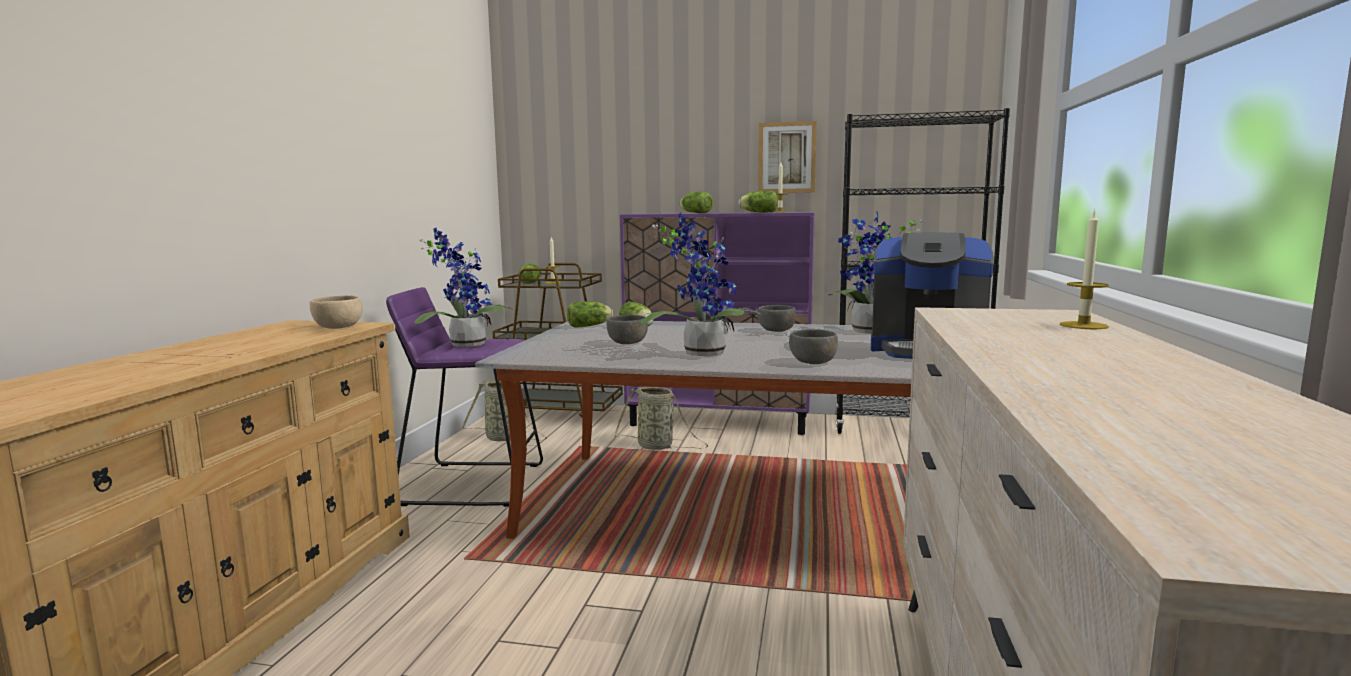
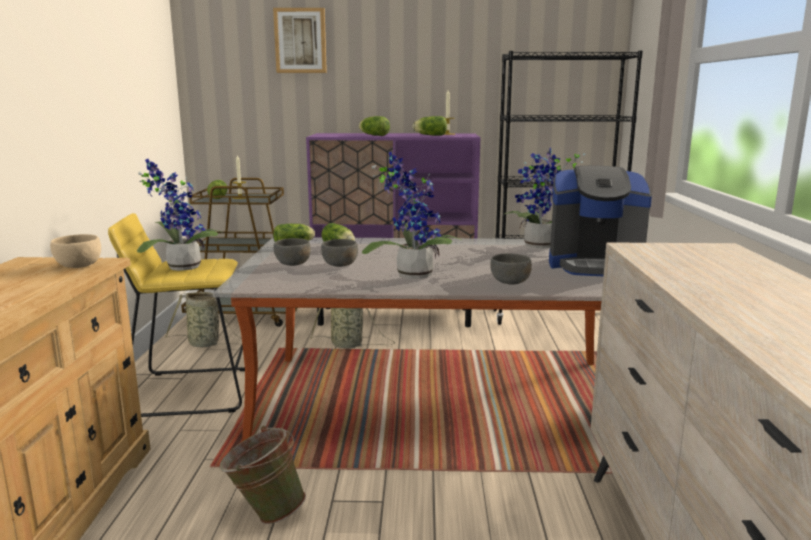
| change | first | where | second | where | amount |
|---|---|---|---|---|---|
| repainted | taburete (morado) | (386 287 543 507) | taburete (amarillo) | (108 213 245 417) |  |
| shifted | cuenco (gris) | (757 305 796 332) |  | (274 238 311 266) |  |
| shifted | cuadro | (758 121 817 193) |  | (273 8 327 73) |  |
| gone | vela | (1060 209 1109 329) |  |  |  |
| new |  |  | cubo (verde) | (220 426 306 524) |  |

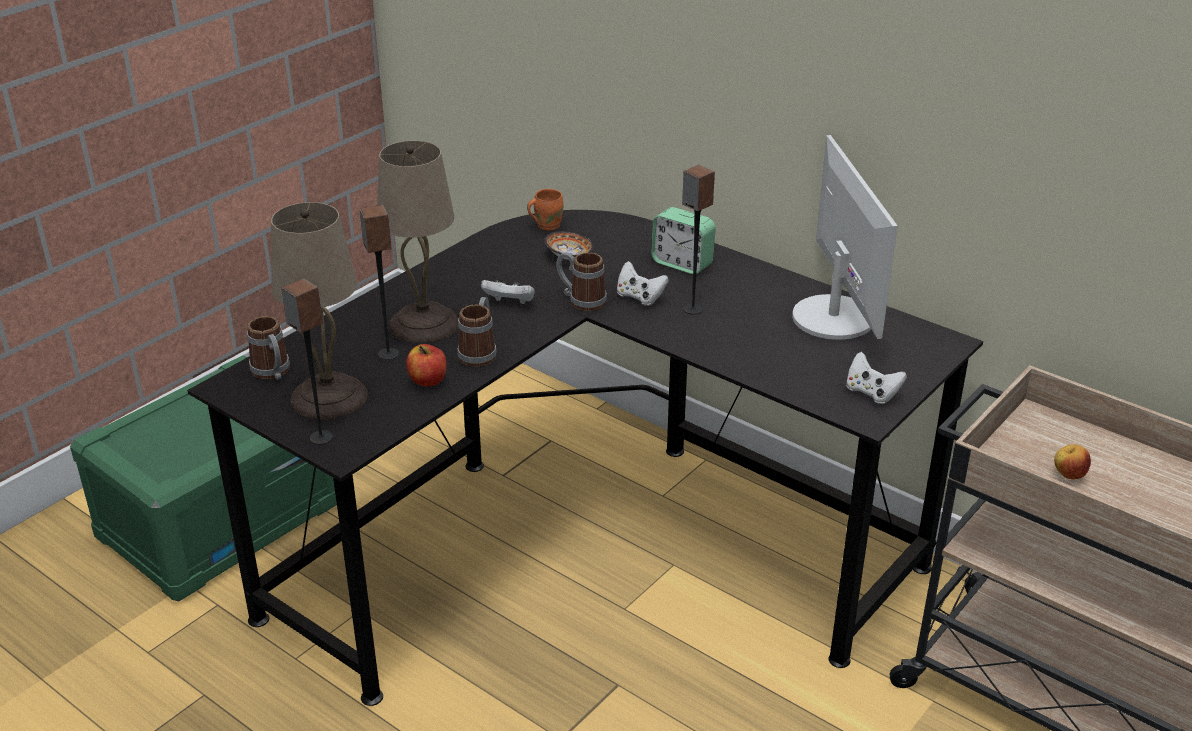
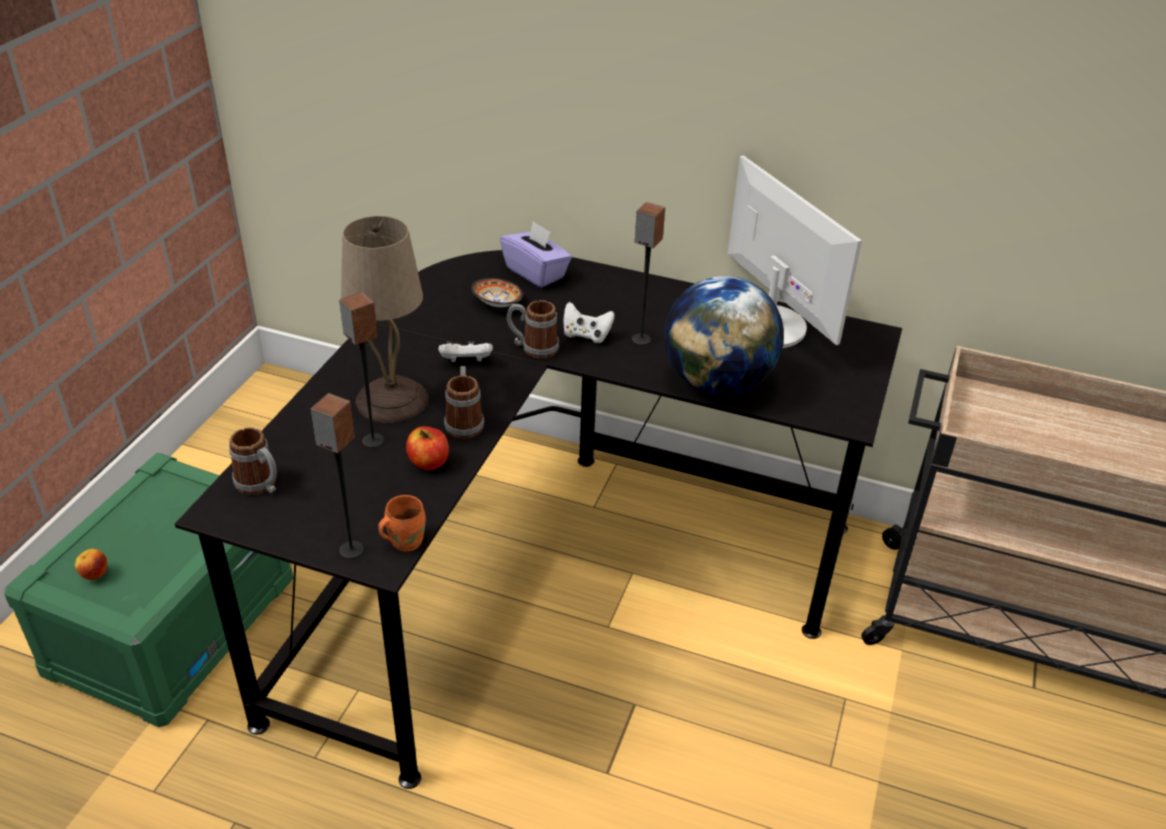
| change | first | where | second | where | amount |
|---|---|---|---|---|---|
| gone | lámpara de mesa (beis) | (271 202 368 420) |  |  |  |
| shifted | taza grande (naranja) | (527 189 564 231) |  | (378 495 426 551) |  |
| gone | despertador | (651 207 716 274) |  |  |  |
| gone | mando de consola (blanco) | (846 352 907 404) |  |  |  |
| shifted | manzana | (1054 445 1091 480) |  | (75 549 107 580) |  |
| new |  |  | caja de pañuelos (morado) | (500 221 572 288) |  |
| new |  |  | globo terráqueo | (664 276 784 395) |  |

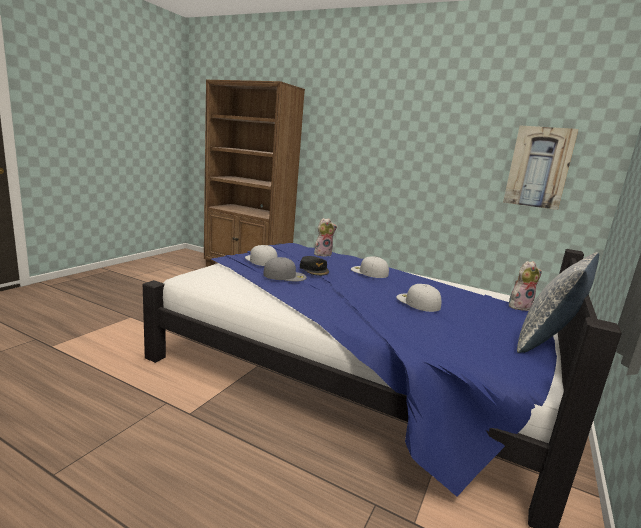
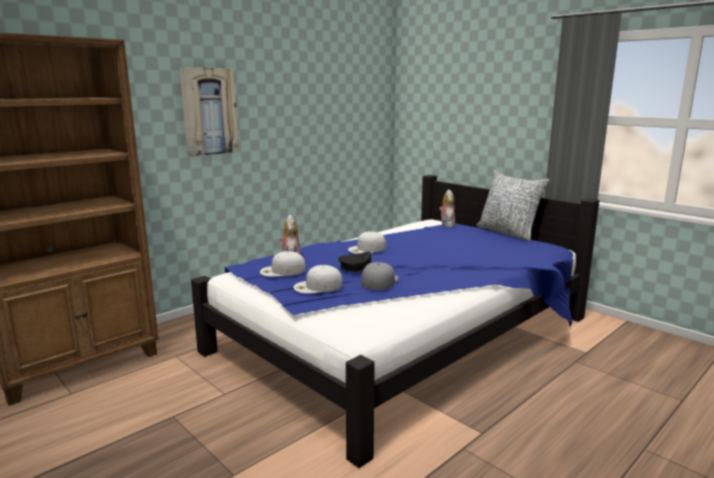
| change | first | where | second | where | amount |
|---|---|---|---|---|---|
| shifted | gorra (blanco) | (396 284 441 312) |  | (260 251 306 277) |  |
| shifted | cuadro | (503 125 579 210) |  | (180 67 239 157) |  |

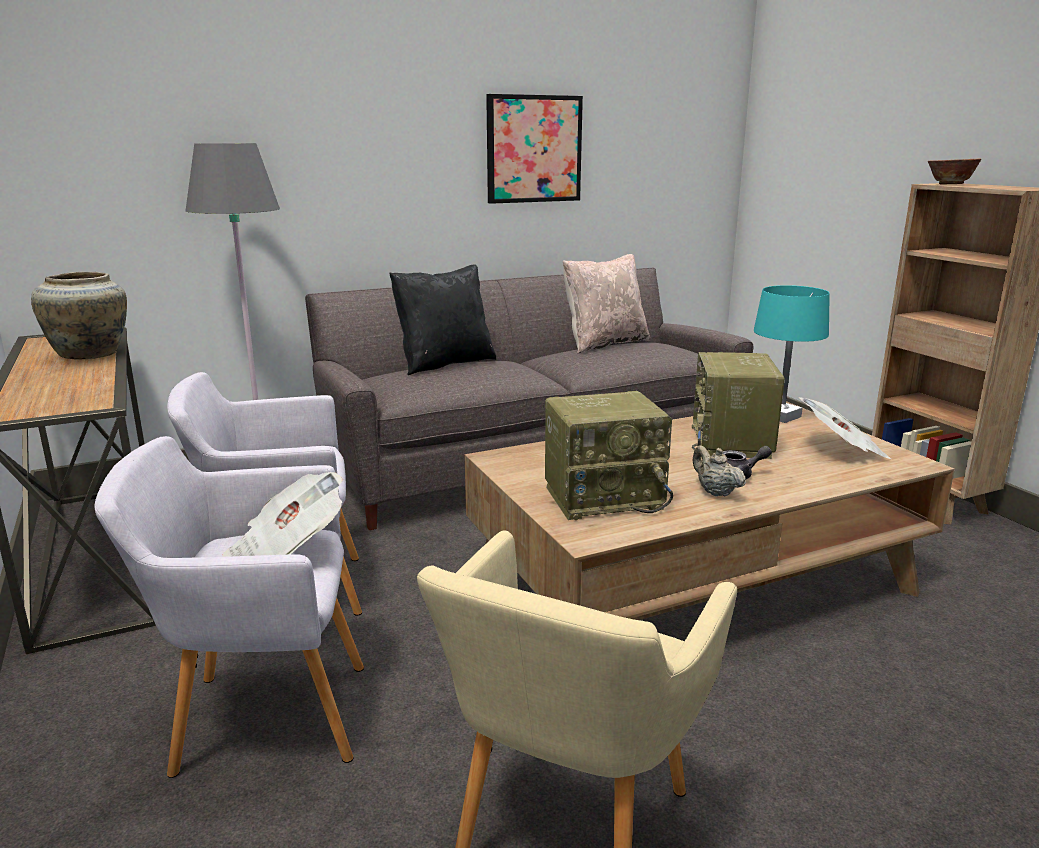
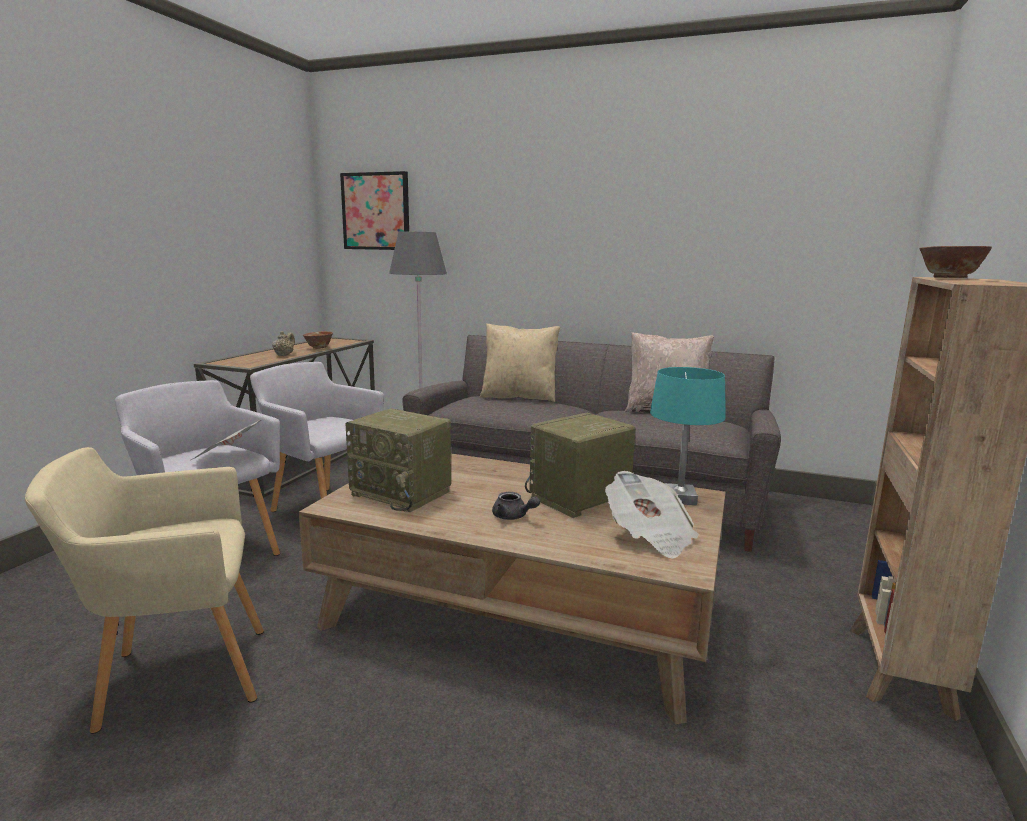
| change | first | where | second | where | amount |
|---|---|---|---|---|---|
| swapped | florero (beis) | (31 272 127 360) | cuenco | (303 331 333 349) |  |
| repainted | cojín (negro) | (390 264 496 375) | cojín (beis) | (479 323 560 402) |  |
| shifted | cuadro | (486 94 583 204) |  | (340 171 409 250) |  |
| shifted | tetera (beis) | (693 445 746 496) |  | (272 331 295 356) |  |

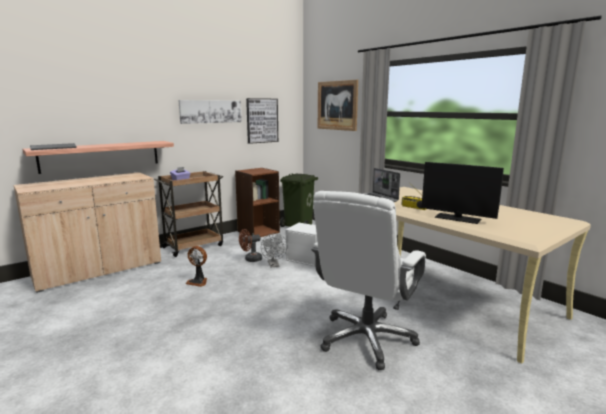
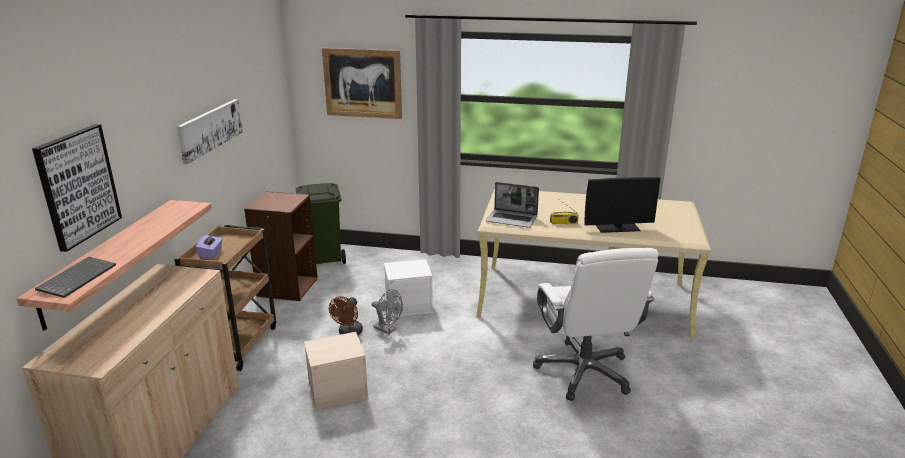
| change | first | where | second | where | amount |
|---|---|---|---|---|---|
| swapped | ventilador | (186 246 207 287) | caja de almacenaje (beis) | (304 332 368 411) |  |
| shifted | cuadro | (246 98 278 144) |  | (32 124 122 252) |  |

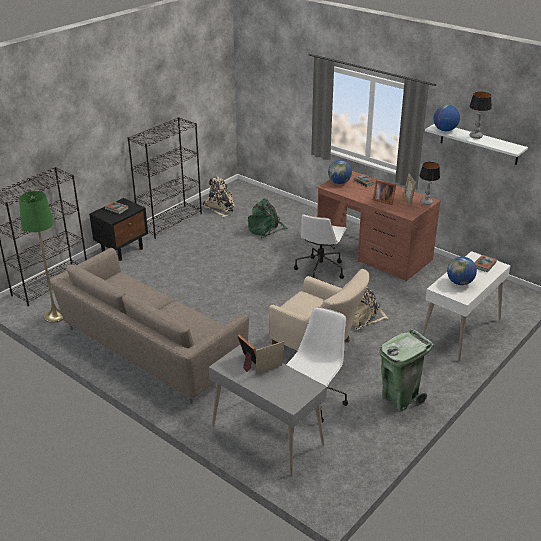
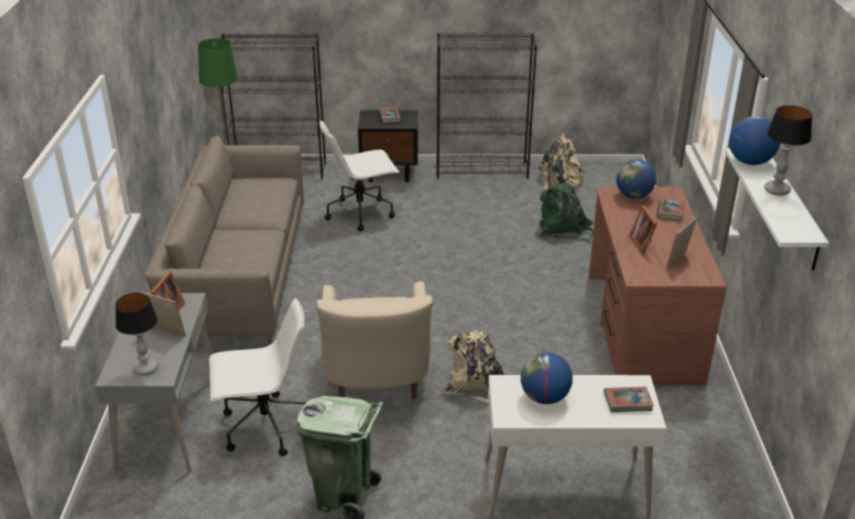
| change | first | where | second | where | amount |
|---|---|---|---|---|---|
| shifted | silla de oficina (blanco) | (294 214 347 279) |  | (319 120 399 231) |  |
| shifted | lámpara de mesa | (419 162 440 205) |  | (115 293 158 375) |  |

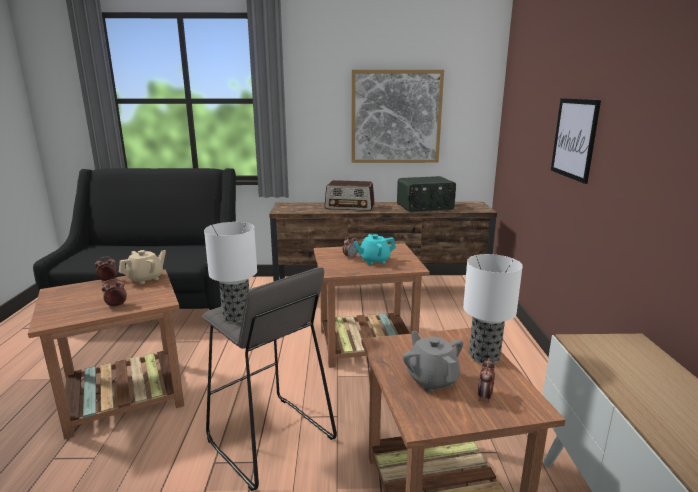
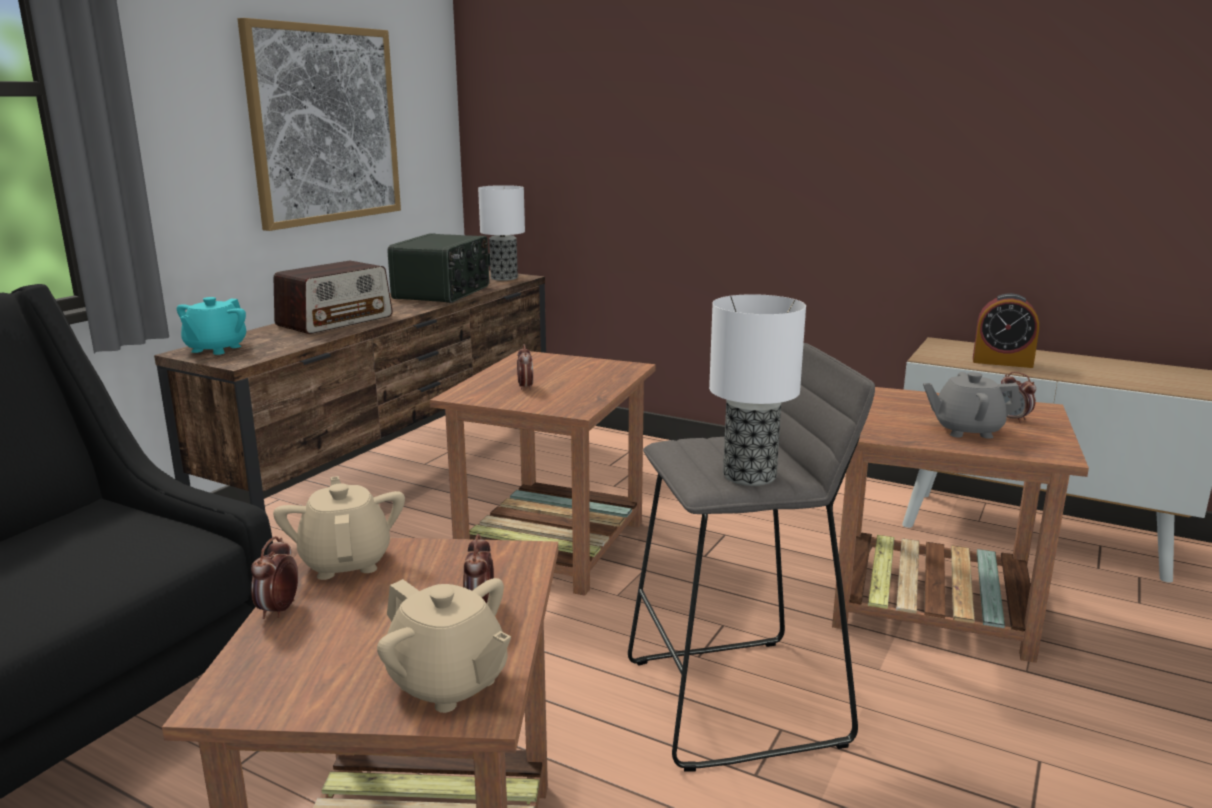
| change | first | where | second | where | amount |
|---|---|---|---|---|---|
| shifted | tetera (turquesa) | (354 234 396 265) |  | (177 297 246 355) |  |
| shifted | lámpara de mesa | (463 254 523 364) |  | (478 185 525 281) |  |
| gone | cuadro | (551 98 601 184) |  |  |  |
| new |  |  | tetera (beis) | (377 578 511 713) |  |
| new |  |  | despertador | (973 293 1039 368) |  |

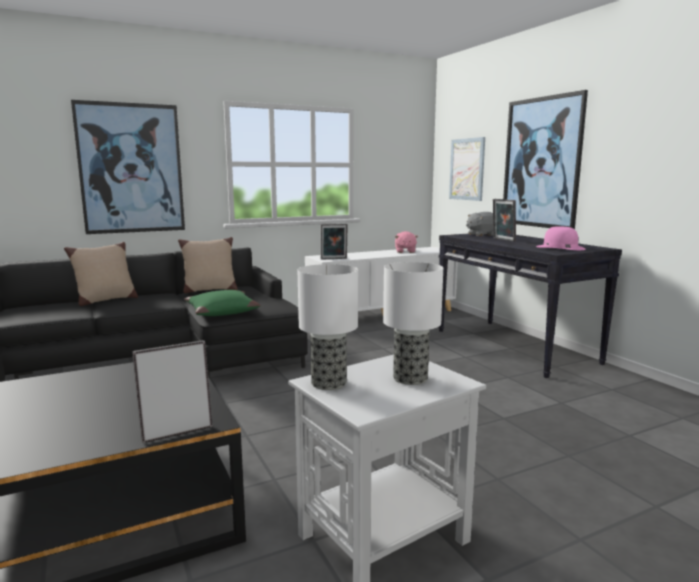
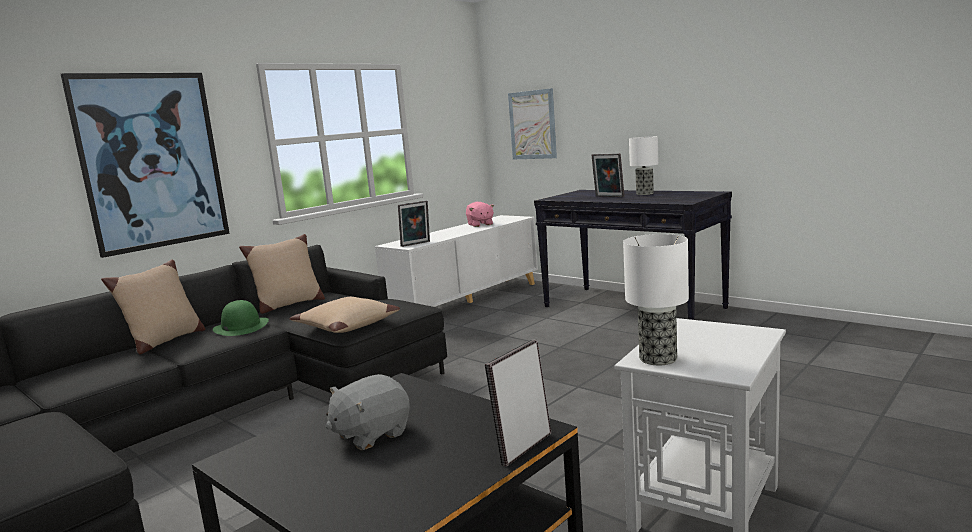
| change | first | where | second | where | amount |
|---|---|---|---|---|---|
| repainted | cojín (verde) | (184 290 261 316) | cojín (beis) | (290 297 400 333) |  |
| shifted | lámpara de mesa | (383 262 443 385) |  | (629 136 659 195) |  |
| shifted | peluche (gris) | (466 212 494 236) |  | (326 374 410 450) |  |
| gone | cuadro | (503 90 588 229) |  |  |  |
| gone | sombrero (rosa) | (536 226 585 250) |  |  |  |
| new |  |  | sombrero (verde) | (213 300 269 336) |  |

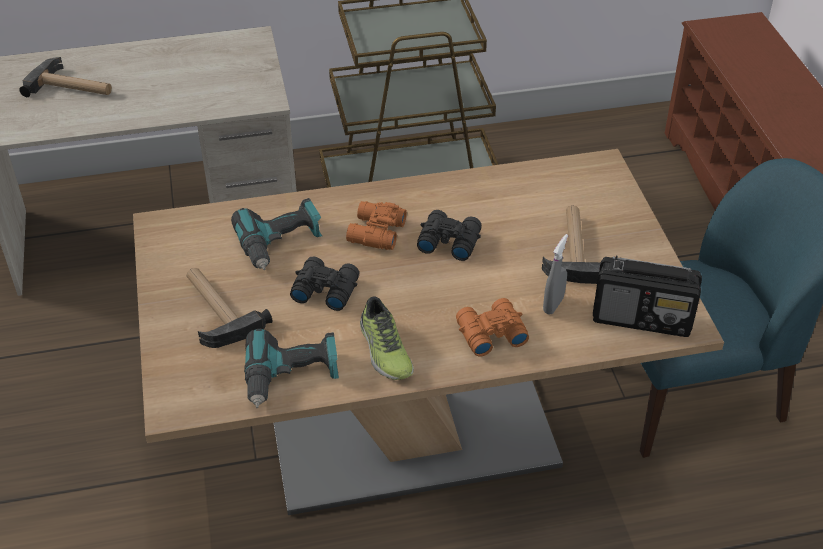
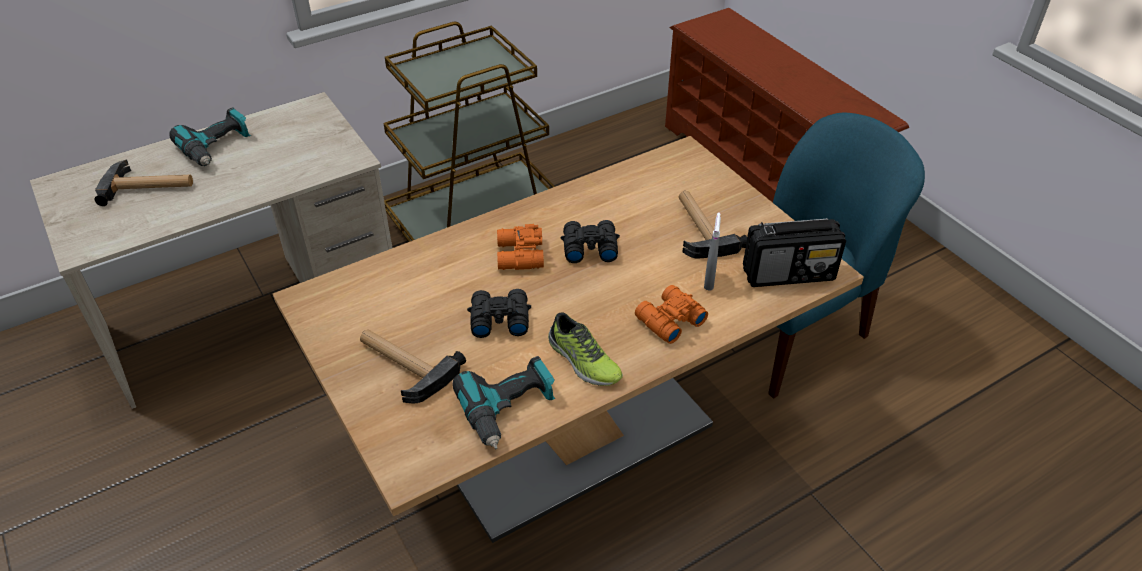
| change | first | where | second | where | amount |
|---|---|---|---|---|---|
| shifted | taladro | (231 198 322 270) |  | (169 107 251 166) |  |

